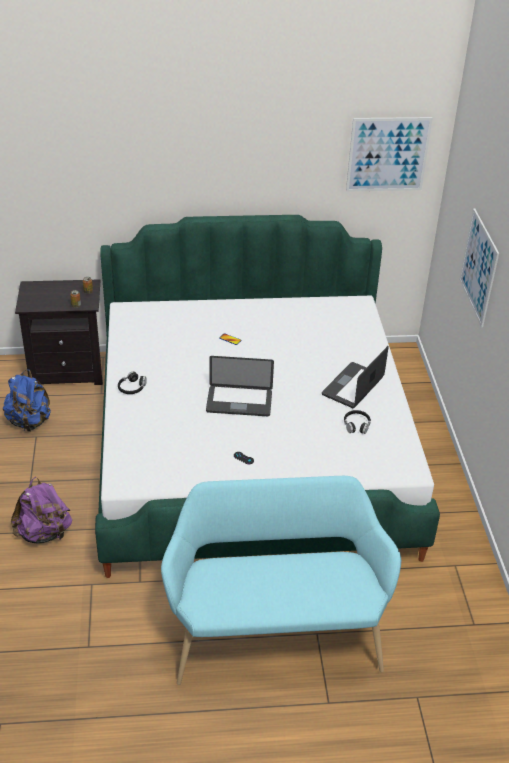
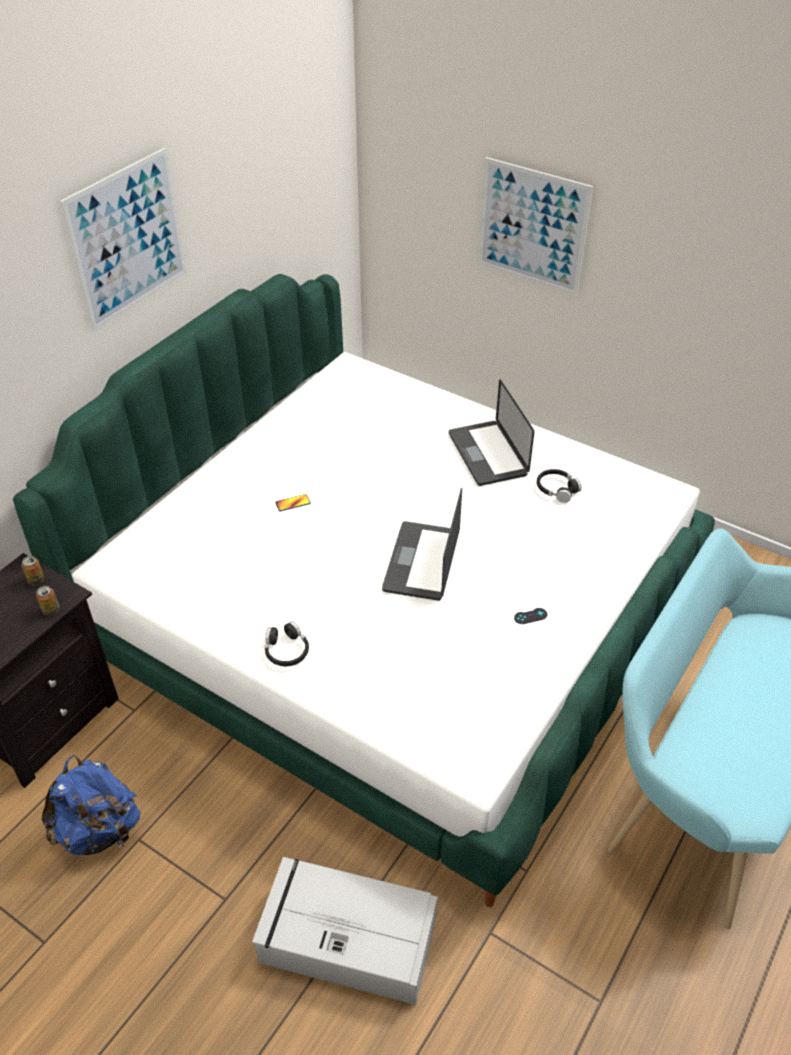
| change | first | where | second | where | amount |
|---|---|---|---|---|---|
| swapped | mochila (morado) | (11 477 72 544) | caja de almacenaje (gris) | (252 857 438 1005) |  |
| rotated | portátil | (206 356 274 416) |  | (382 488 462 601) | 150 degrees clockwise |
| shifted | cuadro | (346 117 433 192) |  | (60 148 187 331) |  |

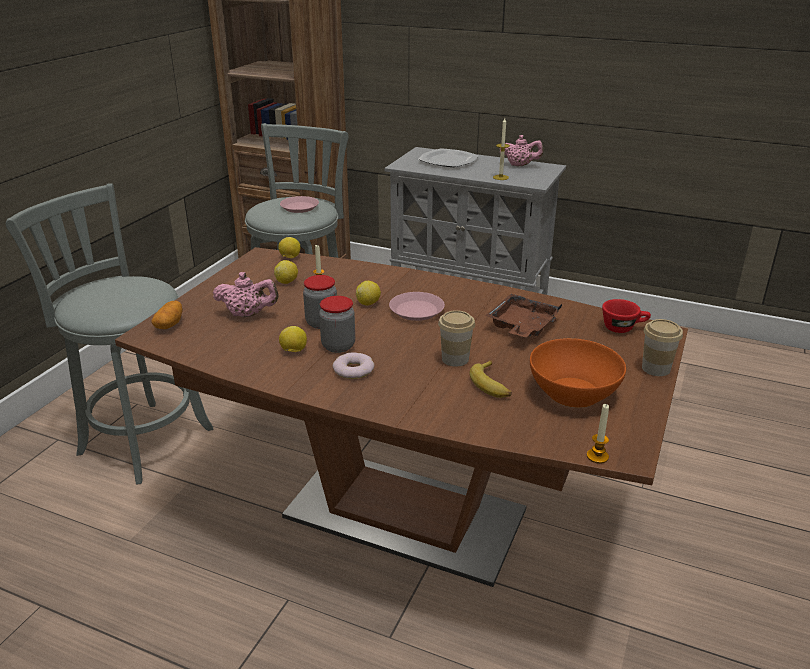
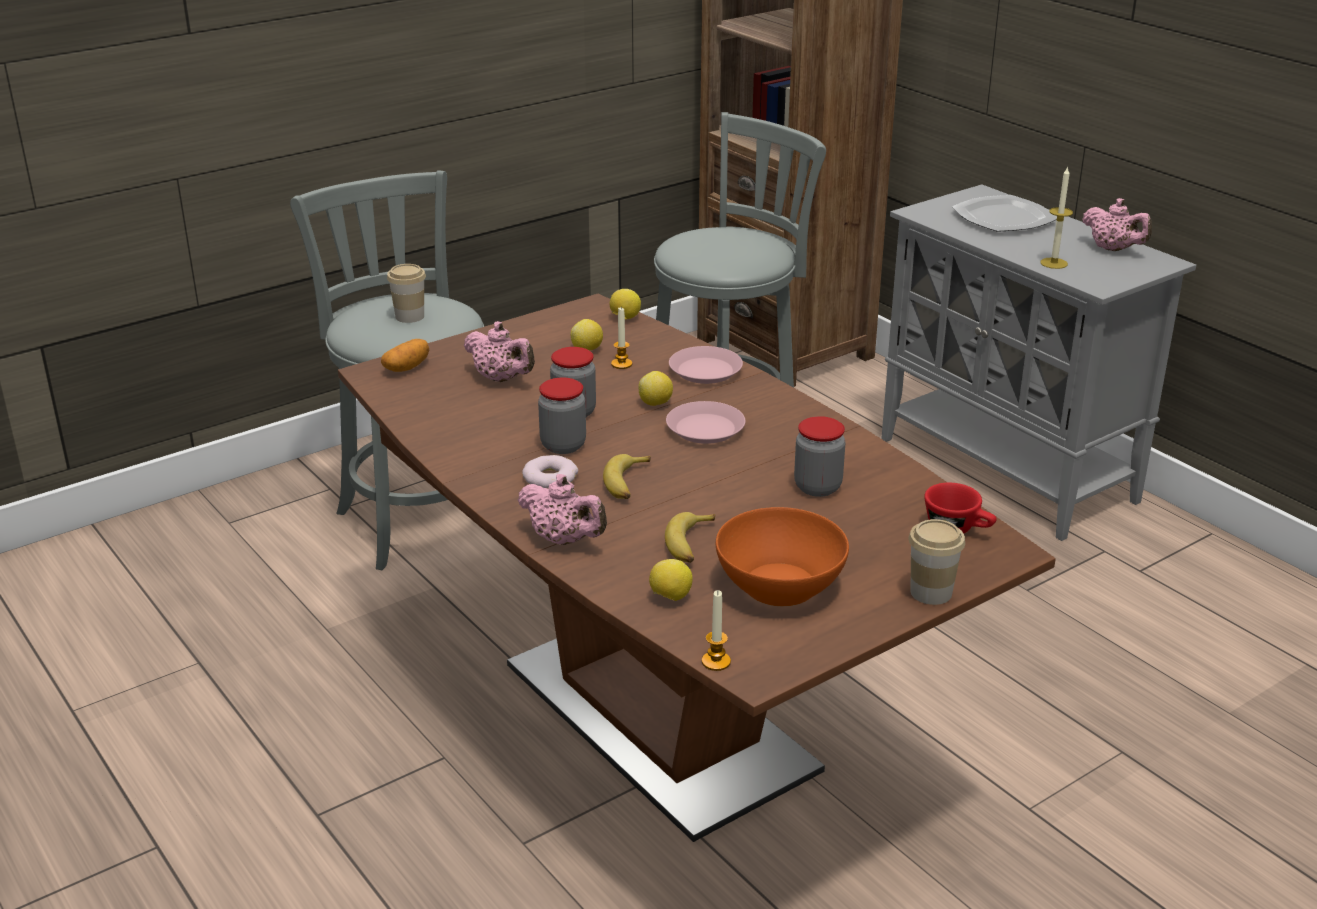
| change | first | where | second | where | amount |
|---|---|---|---|---|---|
| shifted | limón | (279 326 307 352) |  | (649 559 693 601) |  |
| shifted | plato (rosa) | (280 196 319 213) |  | (669 346 743 384) |  |
| shifted | taza | (438 310 475 366) |  | (387 264 426 323) |  |
| swapped | bandeja (marrón) | (485 294 563 337) | tarro | (794 416 845 497) |  |
| new |  |  | tetera (rosa) | (518 474 607 545) |  |
| new |  |  | plátano | (603 454 651 499) |  |

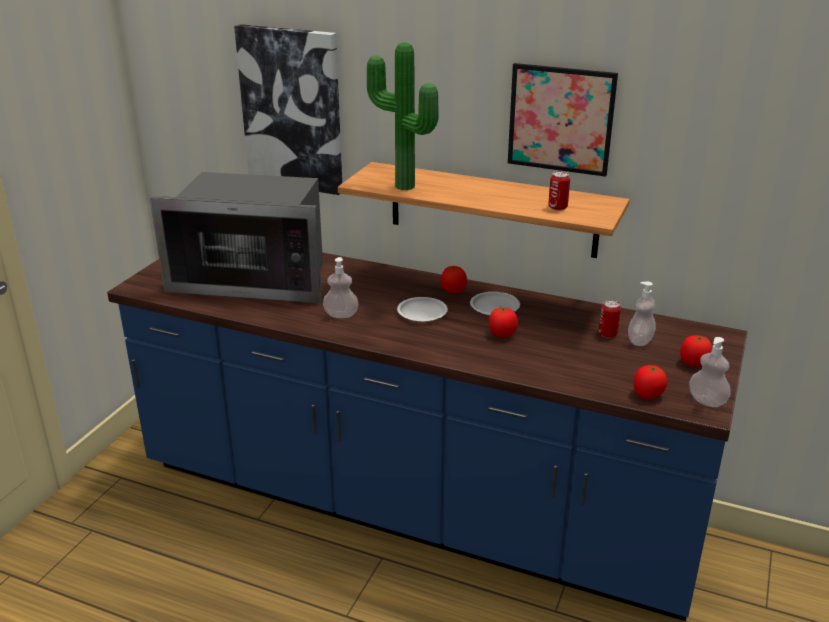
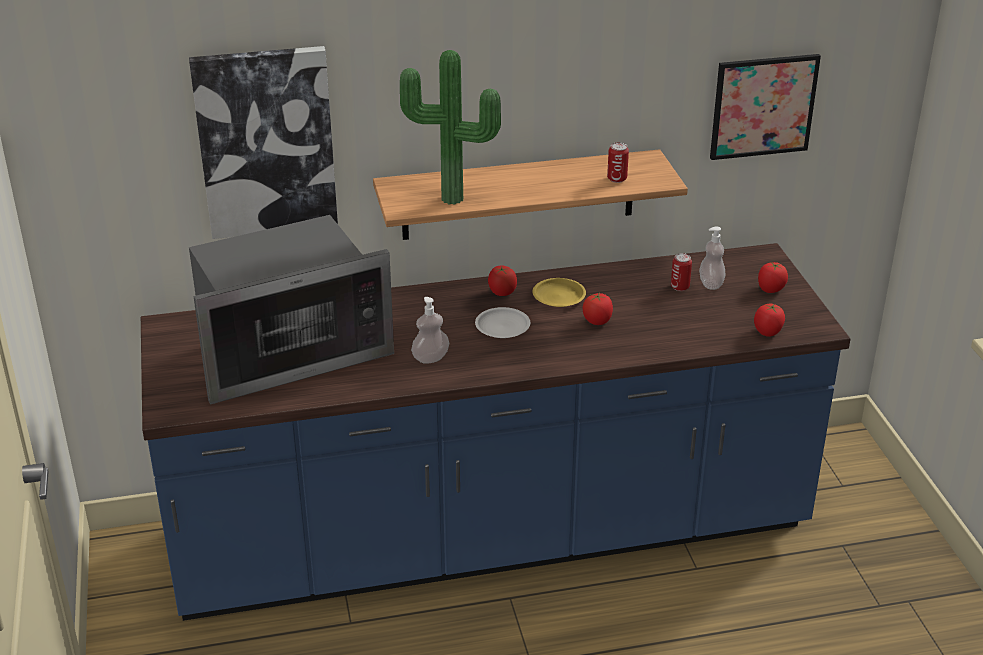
| change | first | where | second | where | amount |
|---|---|---|---|---|---|
| repainted | plato (blanco) | (470 292 520 316) | plato (amarillo) | (532 278 586 307) |  |
| shifted | cuadro | (508 63 618 177) |  | (710 54 821 160) |  |
| gone | dispensador de jabón | (689 337 731 407) |  |  |  |

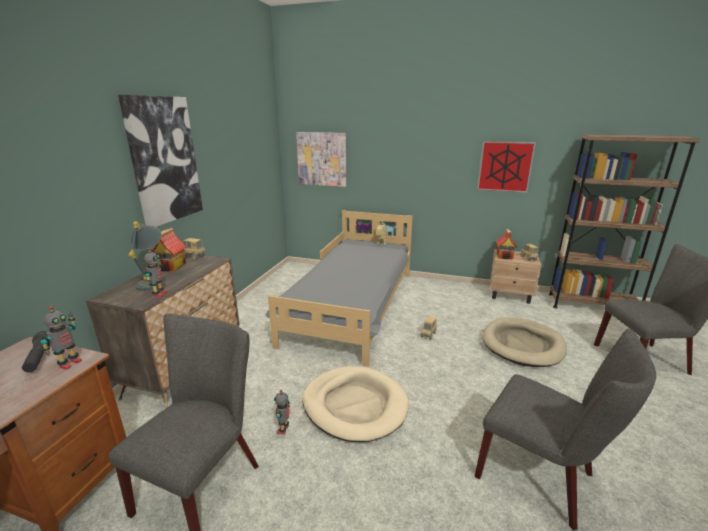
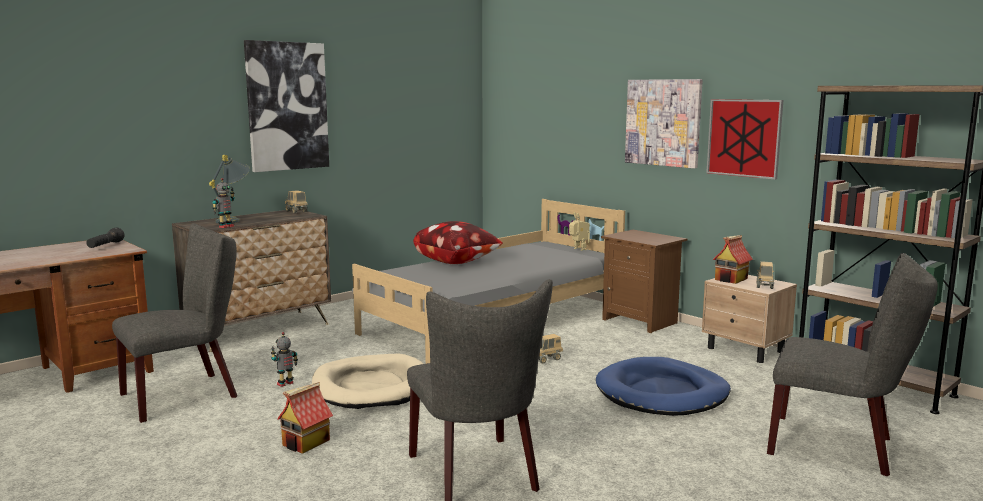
| change | first | where | second | where | amount |
|---|---|---|---|---|---|
| gone | robot de juguete | (41 306 82 370) |  |  |  |
| shifted | casita | (151 228 186 272) |  | (277 382 333 454) |  |
| shifted | cuadro | (296 132 346 187) |  | (625 79 703 169) |  |
| repainted | cama para perro (beis) | (482 317 567 367) | cama para perro (azul) | (596 357 731 416) |  |
| new |  |  | cojín | (413 221 503 264) |  |
| new |  |  | mesita de noche (marrón) | (601 230 687 333) |  |

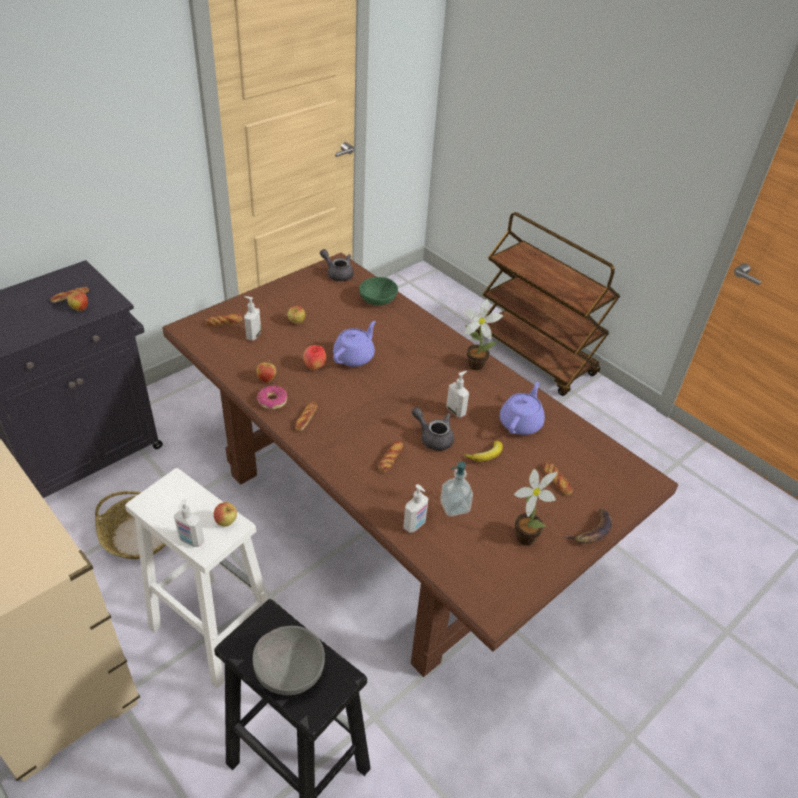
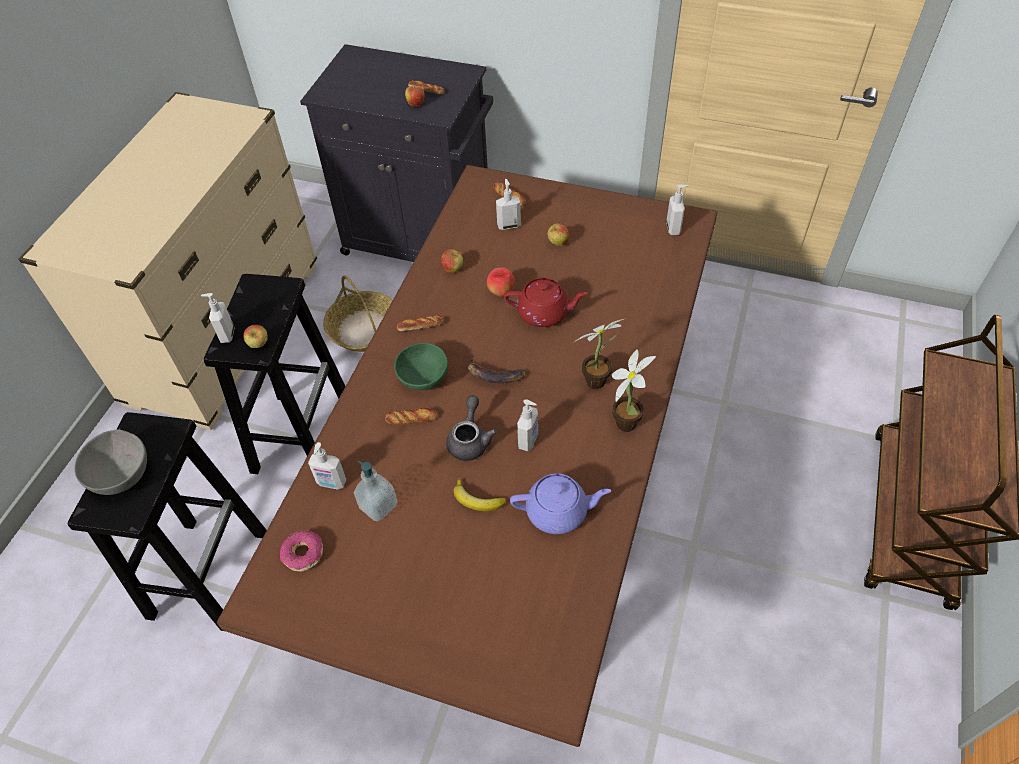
| change | first | where | second | where | amount |
|---|---|---|---|---|---|
| repainted | taburete (blanco) | (125 468 268 689) | taburete (negro) | (204 274 346 474) |  |
| shifted | rosquilla | (257 386 287 409) |  | (280 530 323 572) |  |
| swapped | tetera (gris) | (320 249 354 281) | dispensador de jabón | (666 185 688 235) |  |
| repainted | tetera (morado) | (333 321 376 367) | tetera (rojo) | (504 278 588 327) |  |
| shifted | cuenco (verde) | (359 277 398 306) |  | (394 343 448 391) |  |
| shifted | planta en maceta | (514 469 557 546) |  | (573 318 626 389) |  |
| gone | pan | (543 462 573 495) |  |  |  |
| shifted | plátano | (564 509 612 544) |  | (468 357 526 383) |  |

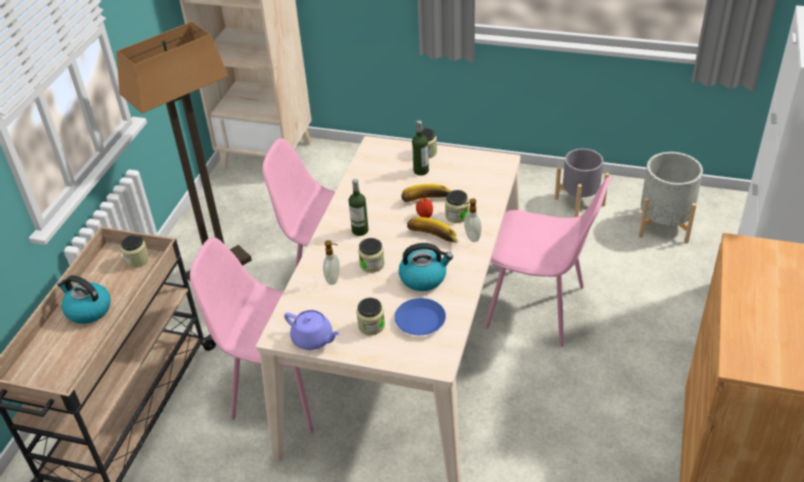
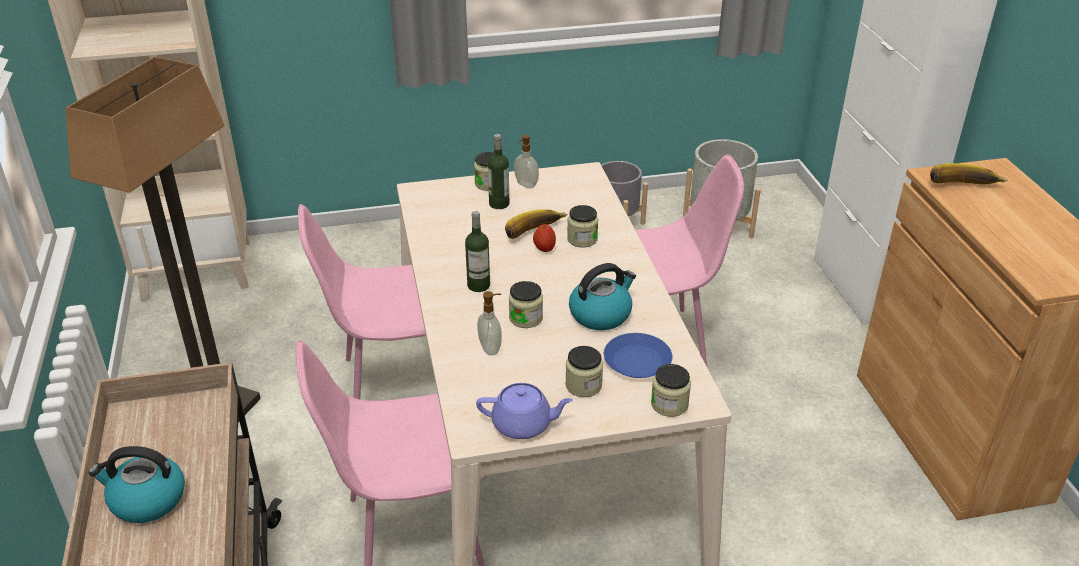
| change | first | where | second | where | amount |
|---|---|---|---|---|---|
| shifted | tarro | (121 234 149 268) |  | (651 364 691 417) |  |
| shifted | plátano | (407 217 459 244) |  | (930 163 1008 184) |  |
| shifted | dispensador de jabón | (464 198 481 242) |  | (514 134 539 188) |  |

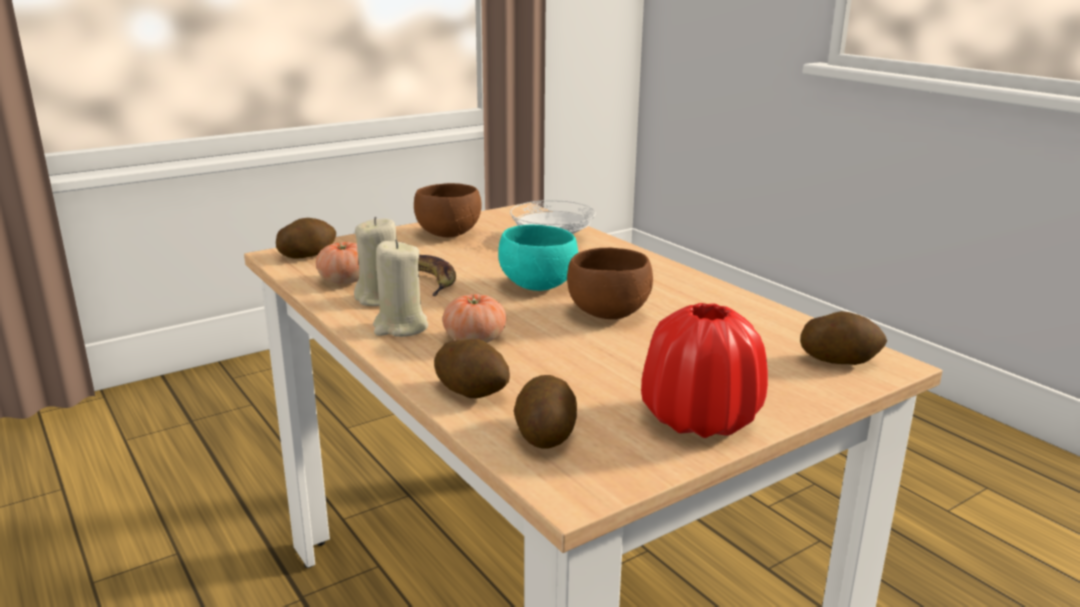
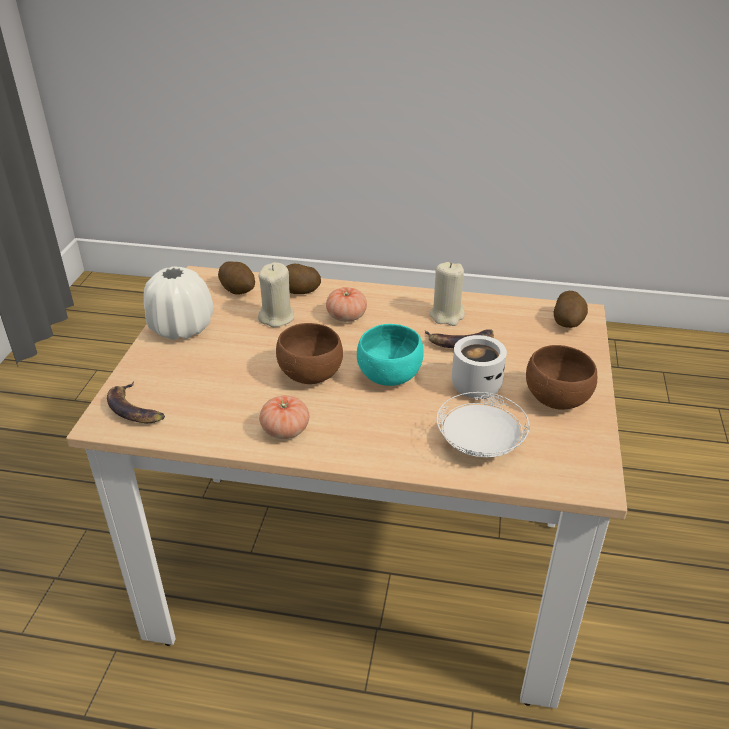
| change | first | where | second | where | amount |
|---|---|---|---|---|---|
| shifted | tomate | (316 242 359 284) |  | (259 395 309 439) |  |
| shifted | vela (beis) | (373 240 428 337) |  | (258 262 294 327) |  |
| repainted | florero (rojo) | (641 303 768 438) | florero (blanco) | (144 266 213 340) |  |
| swapped | patata | (800 311 887 365) | plátano | (107 381 165 423) |  |
| new |  |  | taza grande (blanco) | (452 335 507 399) |  |

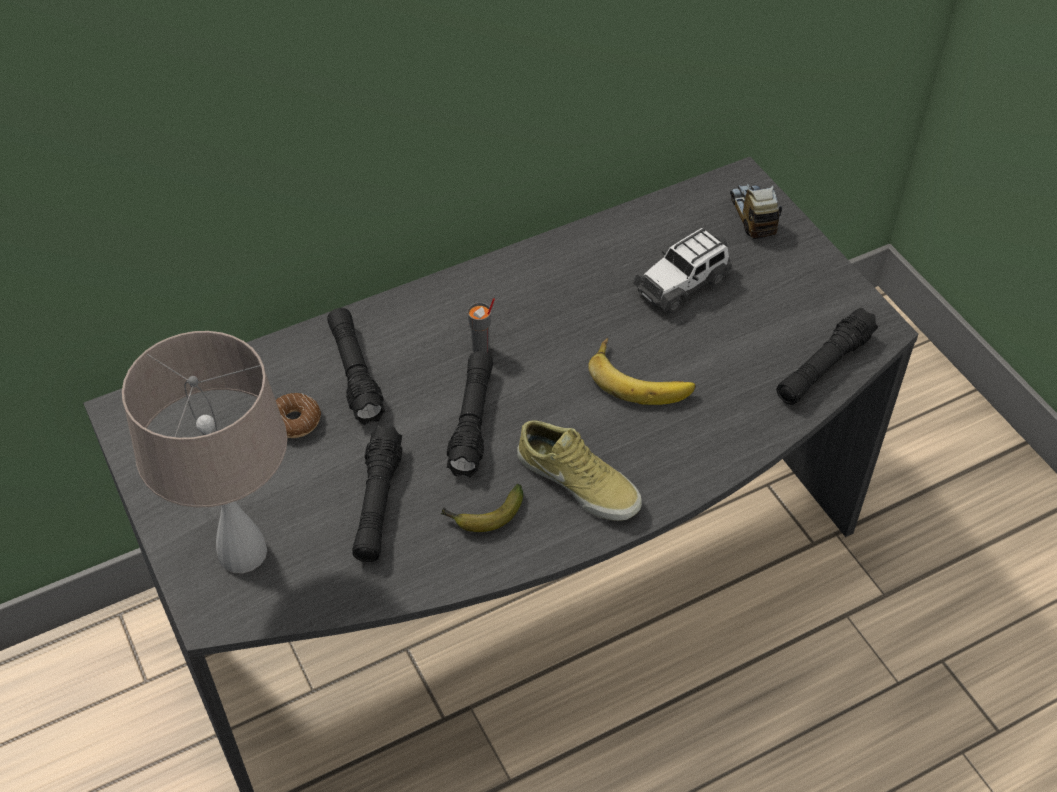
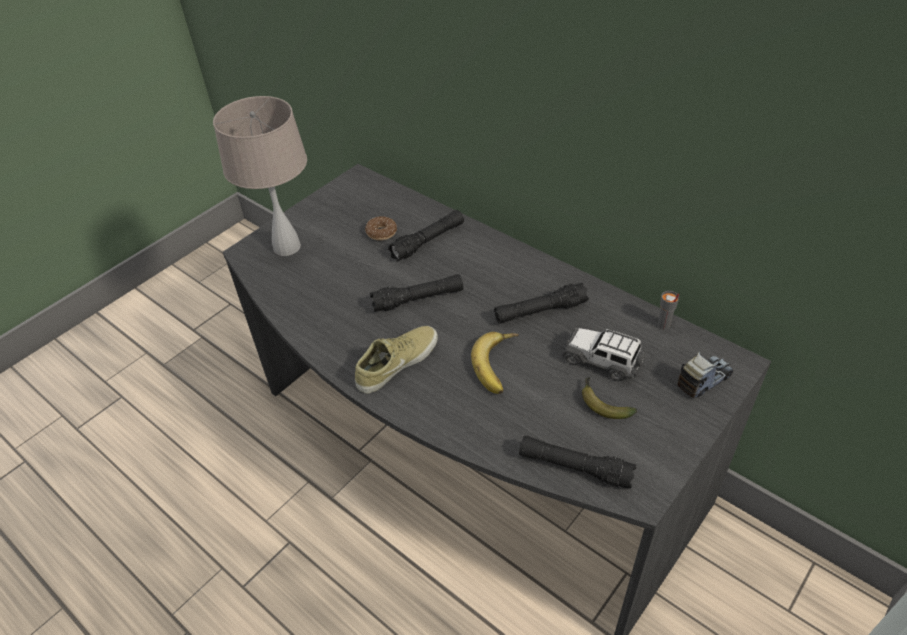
| change | first | where | second | where | amount |
|---|---|---|---|---|---|
| shifted | linterna (negro) | (352 426 402 562) |  | (494 283 589 324) |  |
| shifted | plátano | (441 484 523 532) |  | (582 377 637 419) |  |
| shifted | taza (gris) | (467 298 495 353) |  | (658 291 679 329) |  |
| rotated | zapato (beis) | (517 420 642 521) |  | (355 326 438 394) | 150 degrees counterclockwise |

